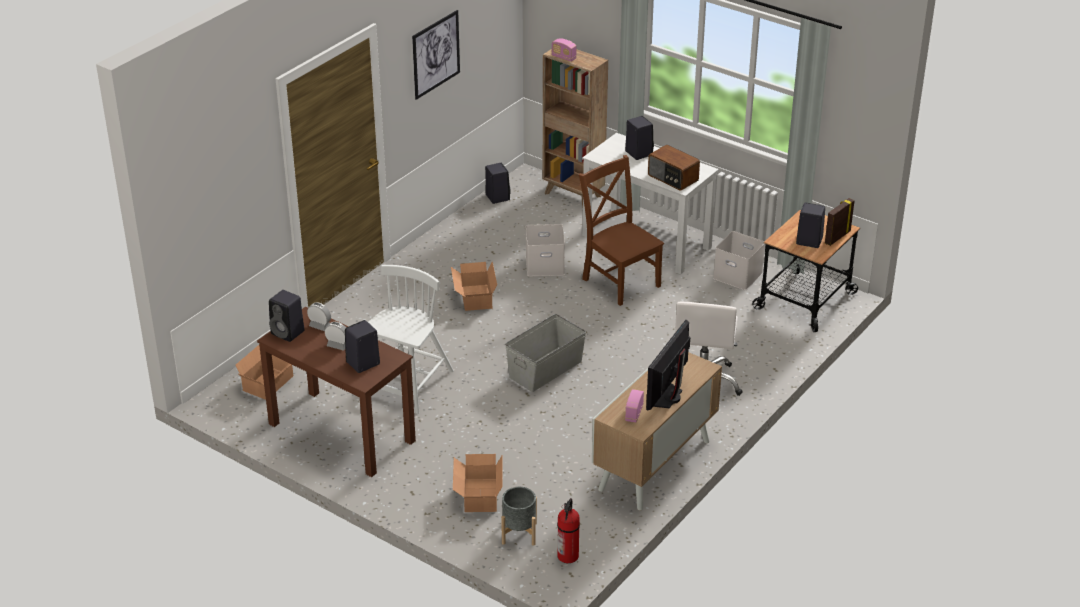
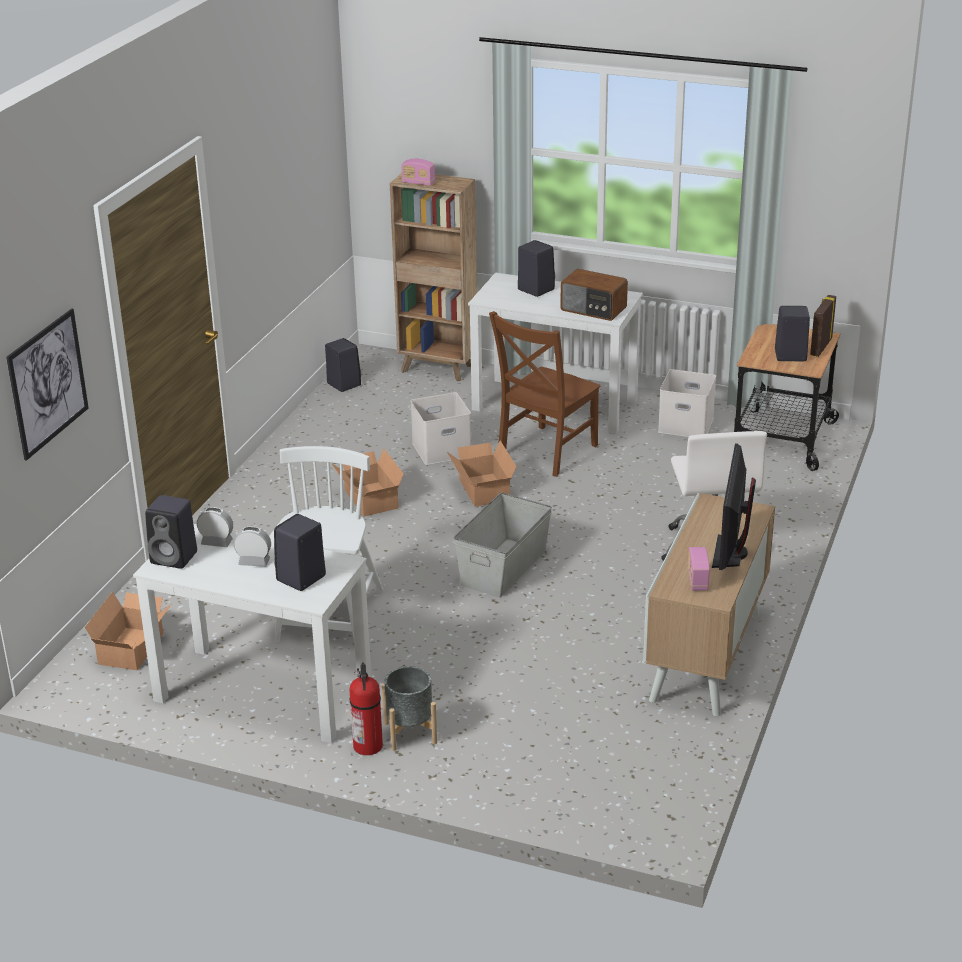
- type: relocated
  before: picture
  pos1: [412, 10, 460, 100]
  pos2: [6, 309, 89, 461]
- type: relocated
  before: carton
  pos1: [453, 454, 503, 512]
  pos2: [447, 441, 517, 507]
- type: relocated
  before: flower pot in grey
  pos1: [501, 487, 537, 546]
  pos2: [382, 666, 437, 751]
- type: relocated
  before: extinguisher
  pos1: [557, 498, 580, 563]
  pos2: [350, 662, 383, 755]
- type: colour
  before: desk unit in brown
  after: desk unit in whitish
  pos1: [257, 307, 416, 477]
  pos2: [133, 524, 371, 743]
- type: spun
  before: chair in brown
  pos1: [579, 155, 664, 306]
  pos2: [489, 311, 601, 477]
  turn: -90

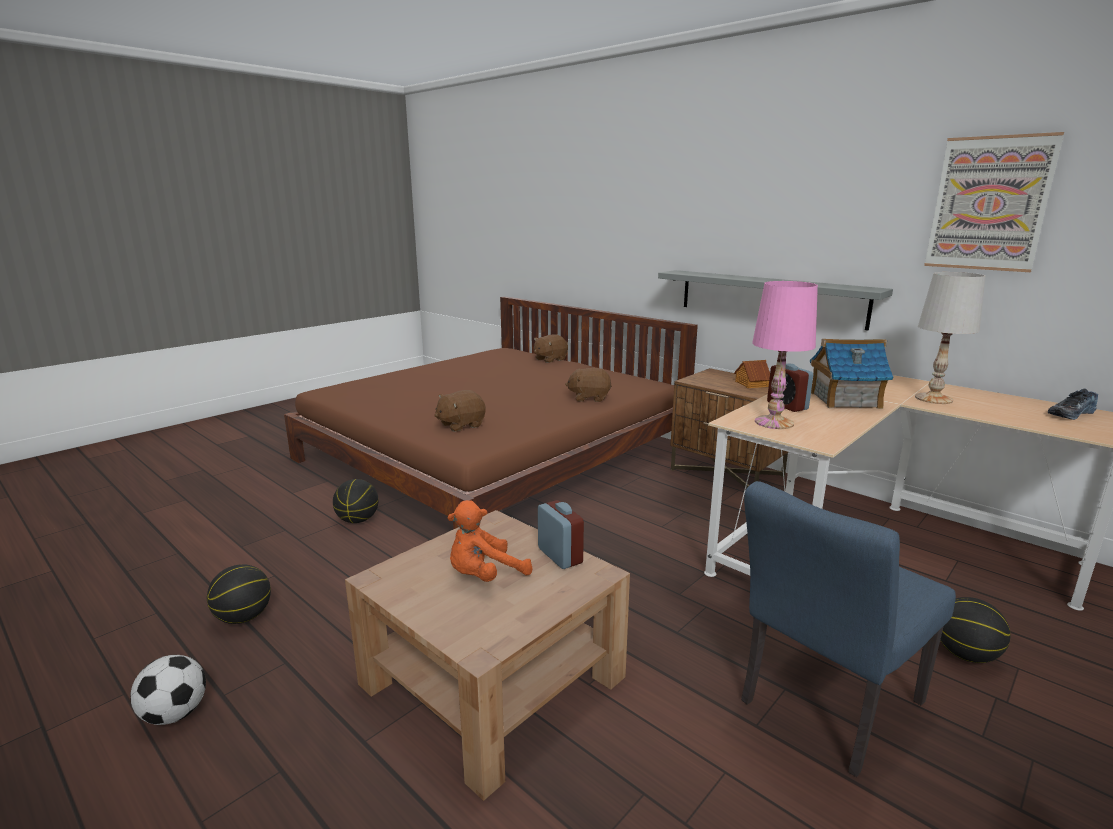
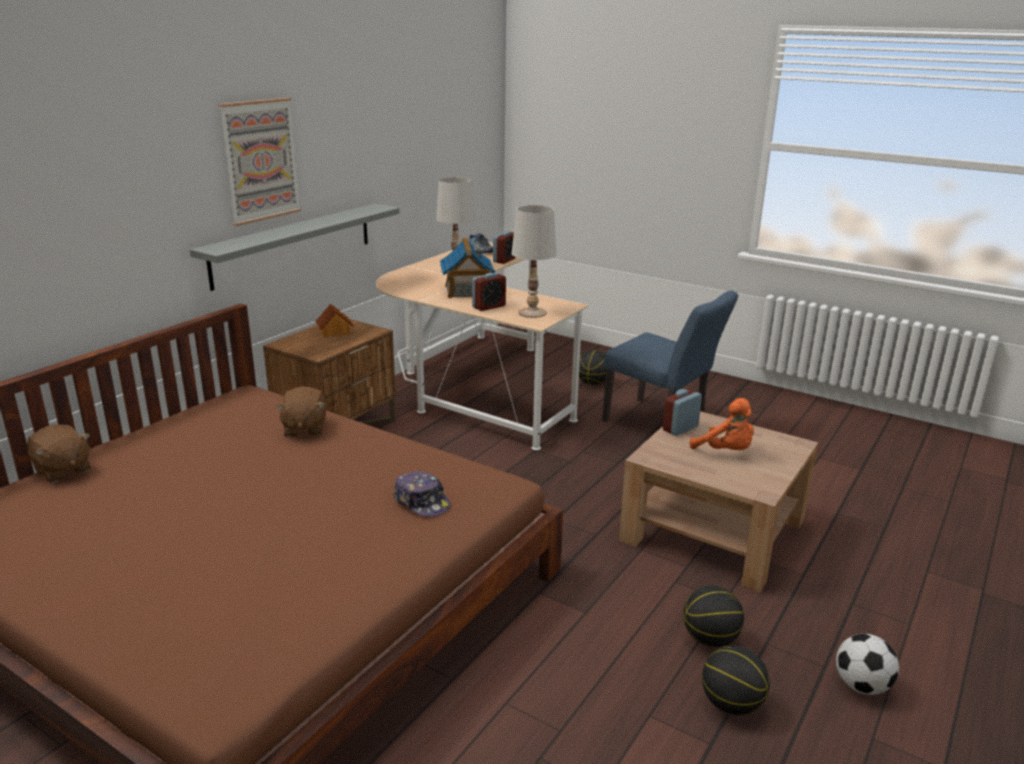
- type: appeared
  after: bedside clock
  pos2: [493, 231, 516, 264]
- type: relocated
  before: ball for basketball
  pos1: [333, 479, 379, 523]
  pos2: [683, 585, 744, 647]
- type: relocated
  before: picture
  pos1: [924, 132, 1064, 272]
  pos2: [219, 98, 301, 226]
- type: exchanged
  before: plush toy in brown
  after: baseball cap
  pos1: [434, 390, 486, 432]
  pos2: [393, 471, 451, 517]
- type: colour
  before: table lamp in pink-coloured
  after: table lamp in whitish
  pos1: [752, 281, 818, 429]
  pos2: [512, 205, 557, 318]

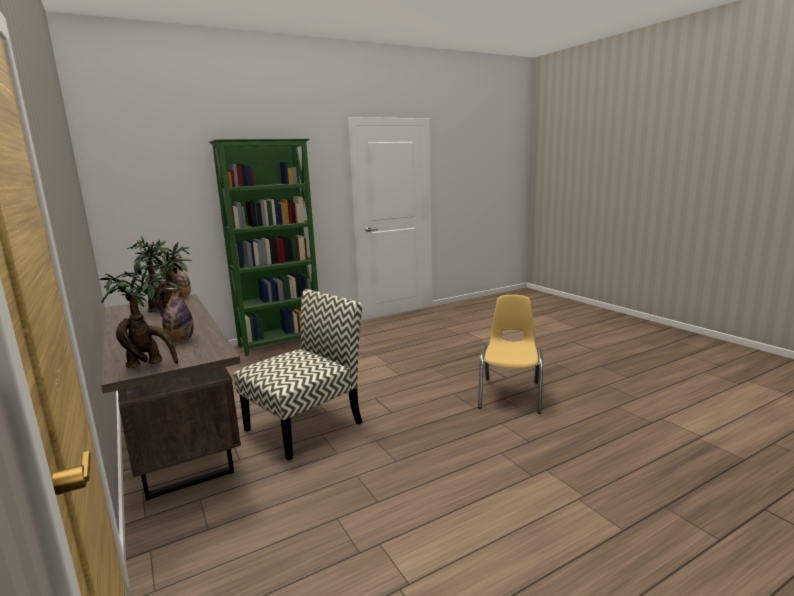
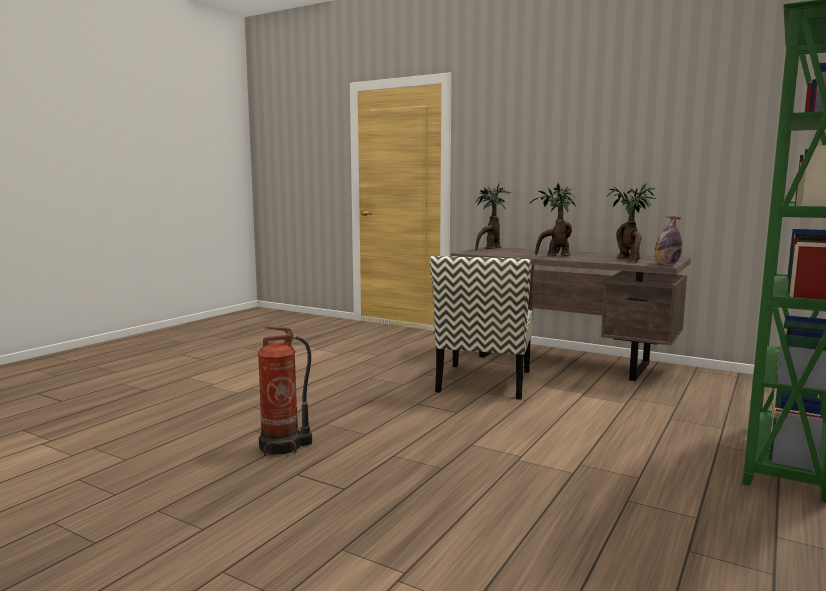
- type: missing
  before: beverage bottle
  pos1: [162, 287, 194, 342]
- type: exchanged
  before: chair in yellow-coloured
  after: extinguisher
  pos1: [478, 295, 543, 414]
  pos2: [258, 326, 312, 456]

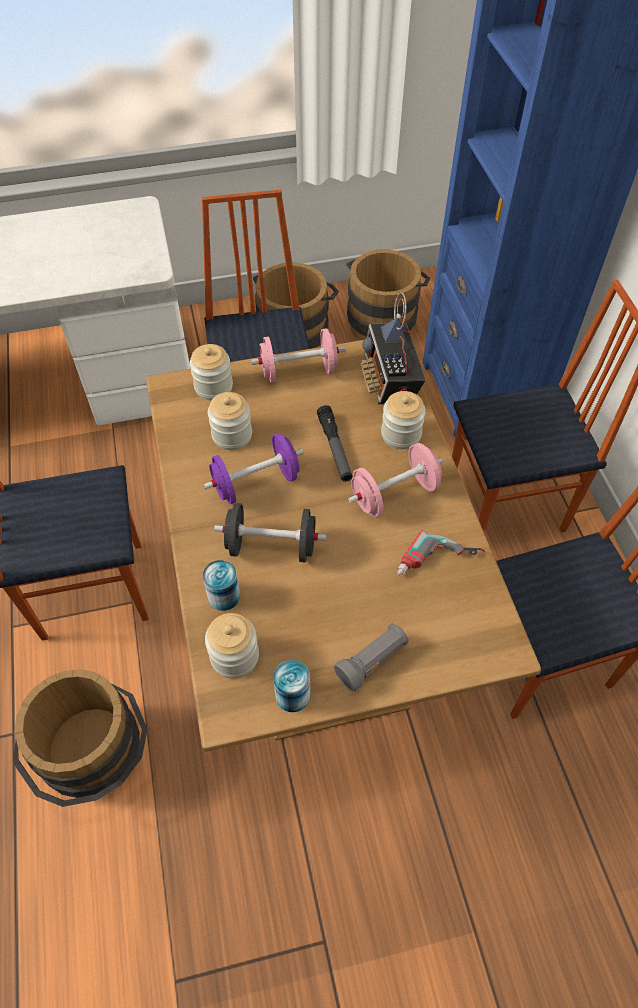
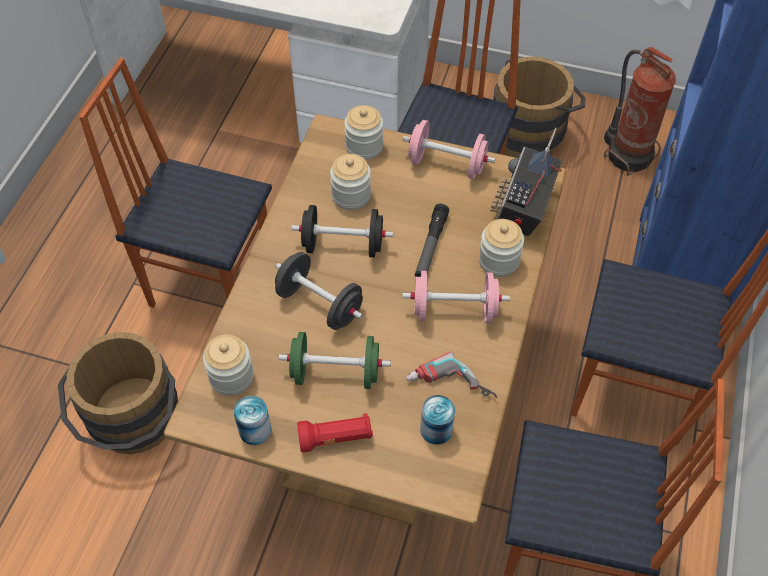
- type: appeared
  after: dumbbell in greenish
  pos2: [279, 332, 391, 389]
- type: relocated
  before: can
  pos1: [202, 560, 240, 611]
  pos2: [420, 395, 455, 445]
- type: exchanged
  before: pail in brown
  after: extinguisher
  pos1: [346, 249, 430, 340]
  pos2: [604, 47, 676, 176]
- type: colour
  before: dumbbell in purplish
  after: dumbbell in blackish
  pos1: [203, 433, 304, 504]
  pos2: [291, 205, 393, 257]
- type: colour
  before: torch in grey
  after: torch in red-coloured
  pos1: [334, 623, 409, 691]
  pos2: [297, 413, 373, 452]

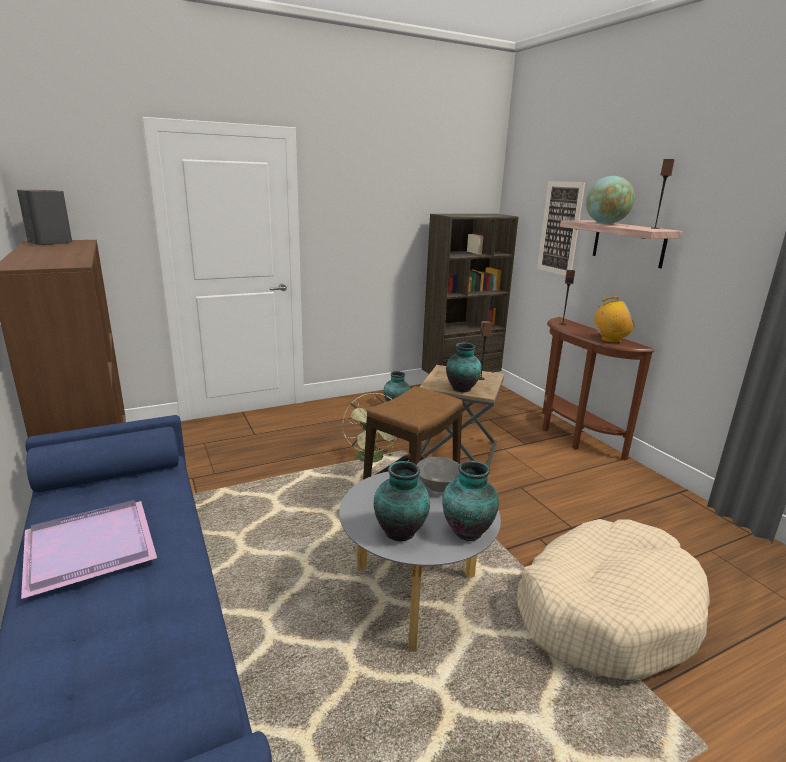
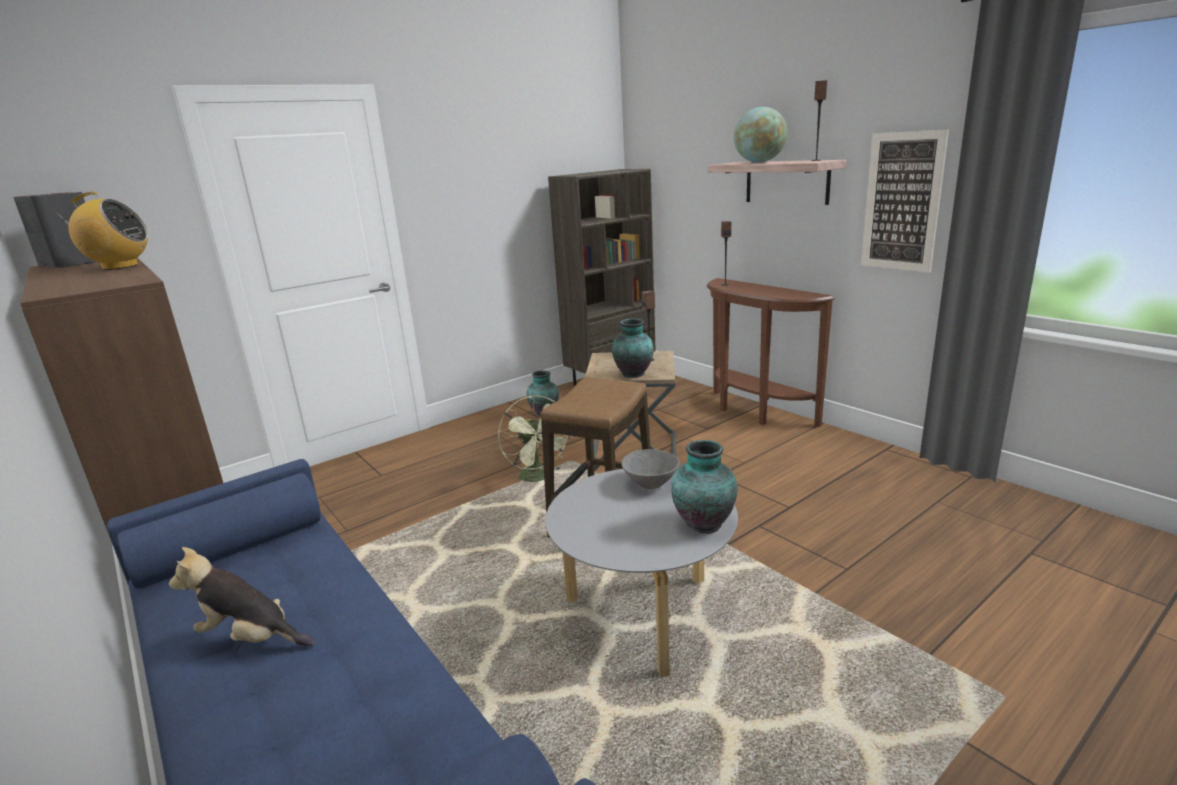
- type: missing
  before: flower vase
  pos1: [374, 461, 430, 541]
- type: missing
  before: pet bed in beige-coloured
  pos1: [517, 519, 710, 680]
- type: relocated
  before: picture
  pos1: [537, 181, 585, 276]
  pos2: [861, 130, 949, 273]
- type: relocated
  before: radio receiver
  pos1: [594, 296, 635, 343]
  pos2: [54, 192, 149, 270]
- type: exchanged
  before: tray in purplish
  after: plush toy
  pos1: [21, 500, 157, 599]
  pos2: [169, 547, 316, 646]

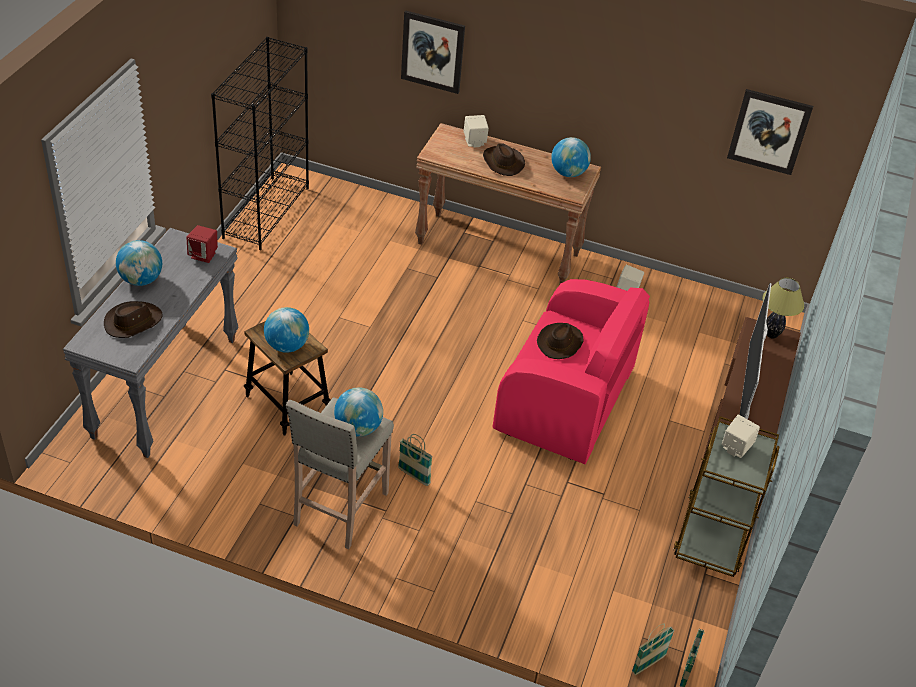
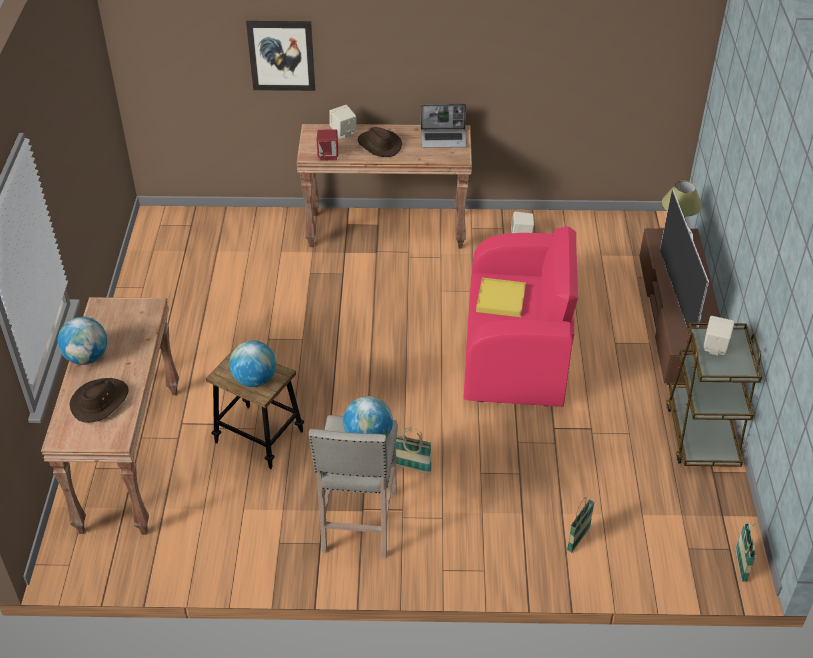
- type: missing
  before: bookshelf in blackish
  pos1: [211, 37, 309, 250]
- type: missing
  before: picture
  pos1: [727, 89, 813, 175]
- type: relocated
  before: loudspeaker in red-coloured
  pos1: [186, 225, 218, 263]
  pos2: [317, 129, 338, 161]
- type: relocated
  before: storage basket
  pos1: [632, 623, 675, 675]
  pos2: [567, 497, 595, 553]
- type: exchanged
  before: hat in brown
  after: tray in yellow-coloured
  pos1: [537, 323, 584, 359]
  pos2: [476, 278, 526, 317]
- type: exchanged
  before: desk globe
  after: notebook computer
  pos1: [551, 137, 591, 177]
  pos2: [421, 104, 467, 148]
- type: colour
  before: narrow table in grey
  after: narrow table in brown
  pos1: [63, 228, 238, 458]
  pos2: [41, 297, 179, 535]

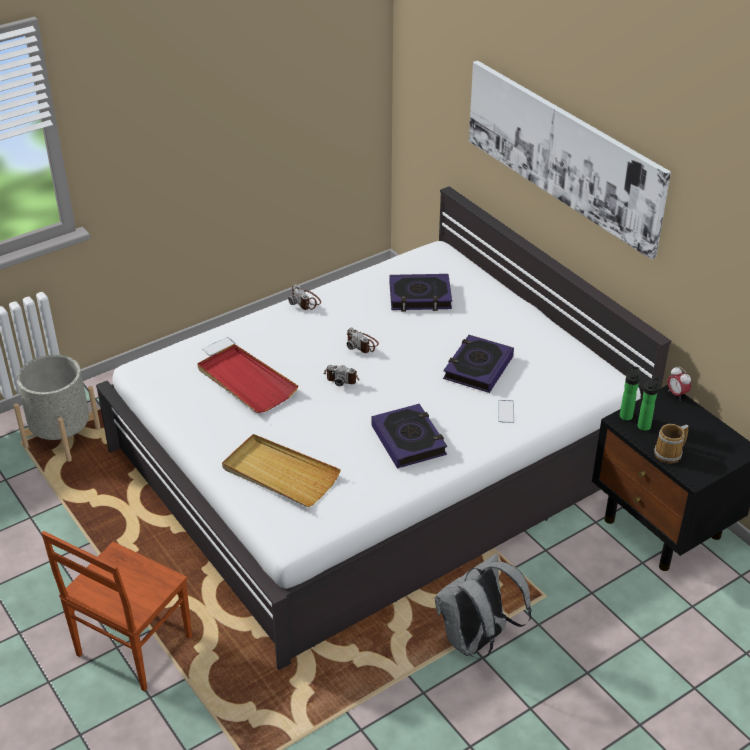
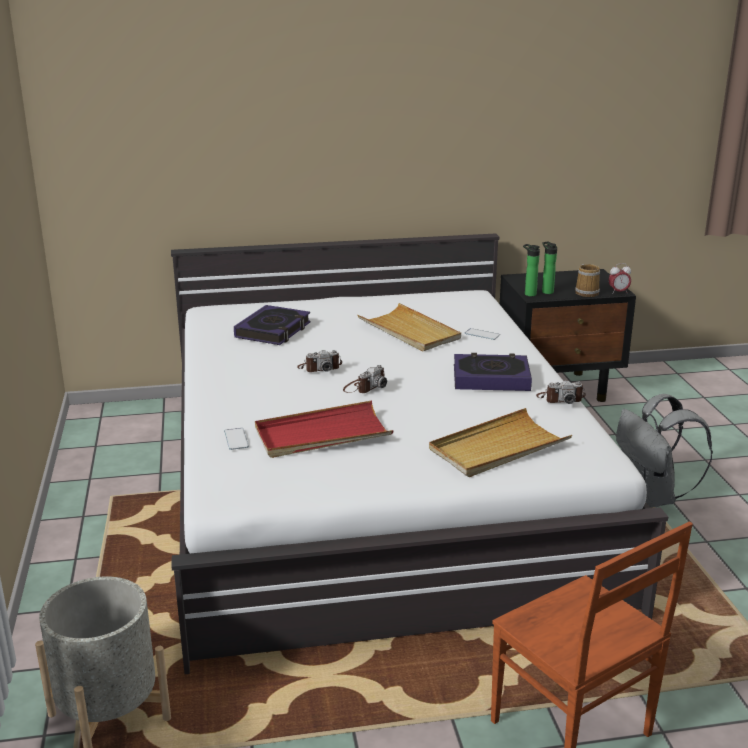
- type: missing
  before: picture
  pos1: [469, 61, 671, 260]
- type: relocated
  before: photo camera
  pos1: [288, 284, 321, 310]
  pos2: [536, 380, 586, 404]
- type: relocated
  before: bedside clock
  pos1: [667, 366, 691, 398]
  pos2: [608, 263, 631, 294]
- type: exchanged
  before: bound book
  after: tray in beige-coloured
  pos1: [443, 335, 514, 393]
  pos2: [358, 303, 461, 352]

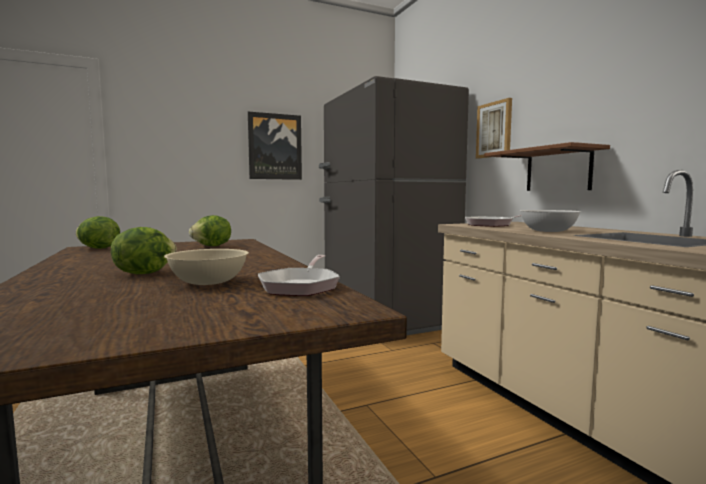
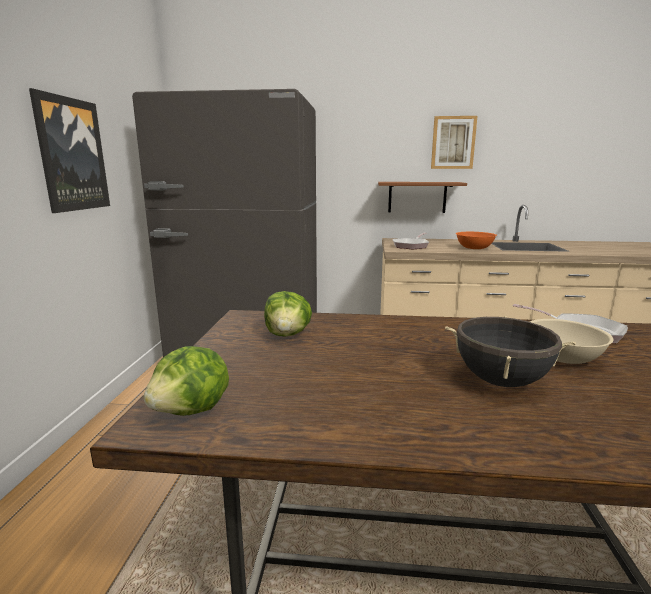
- type: relocated
  before: picture
  pos1: [476, 98, 512, 158]
  pos2: [431, 116, 478, 169]
- type: exchanged
  before: lettuce head
  after: stockpot in blackish
  pos1: [111, 227, 177, 274]
  pos2: [445, 316, 576, 387]
- type: colour
  before: serving bowl in whitish
  after: serving bowl in orange
  pos1: [519, 210, 581, 232]
  pos2: [456, 232, 497, 249]

